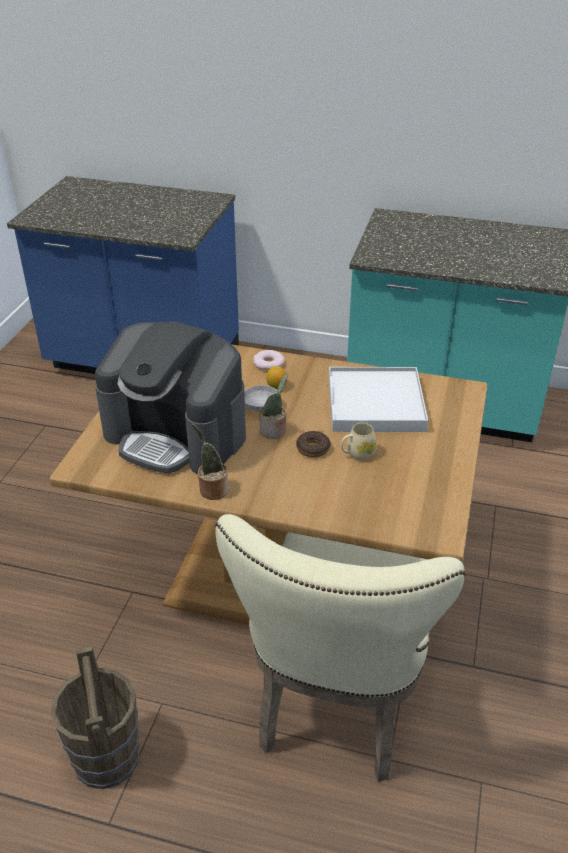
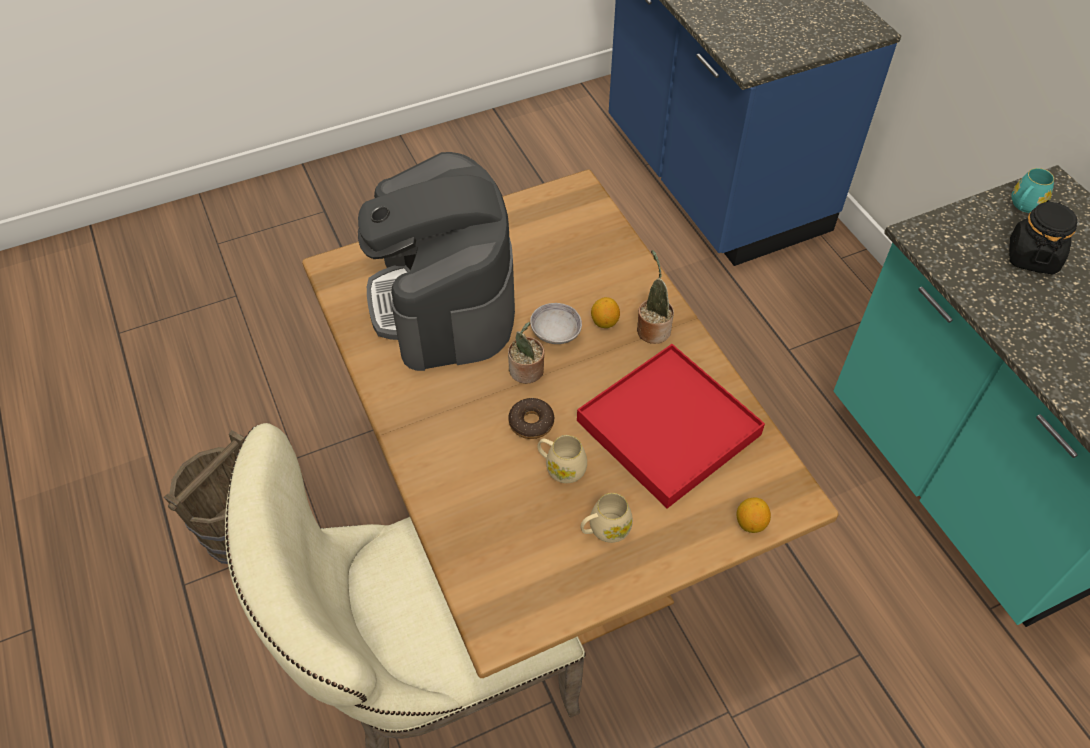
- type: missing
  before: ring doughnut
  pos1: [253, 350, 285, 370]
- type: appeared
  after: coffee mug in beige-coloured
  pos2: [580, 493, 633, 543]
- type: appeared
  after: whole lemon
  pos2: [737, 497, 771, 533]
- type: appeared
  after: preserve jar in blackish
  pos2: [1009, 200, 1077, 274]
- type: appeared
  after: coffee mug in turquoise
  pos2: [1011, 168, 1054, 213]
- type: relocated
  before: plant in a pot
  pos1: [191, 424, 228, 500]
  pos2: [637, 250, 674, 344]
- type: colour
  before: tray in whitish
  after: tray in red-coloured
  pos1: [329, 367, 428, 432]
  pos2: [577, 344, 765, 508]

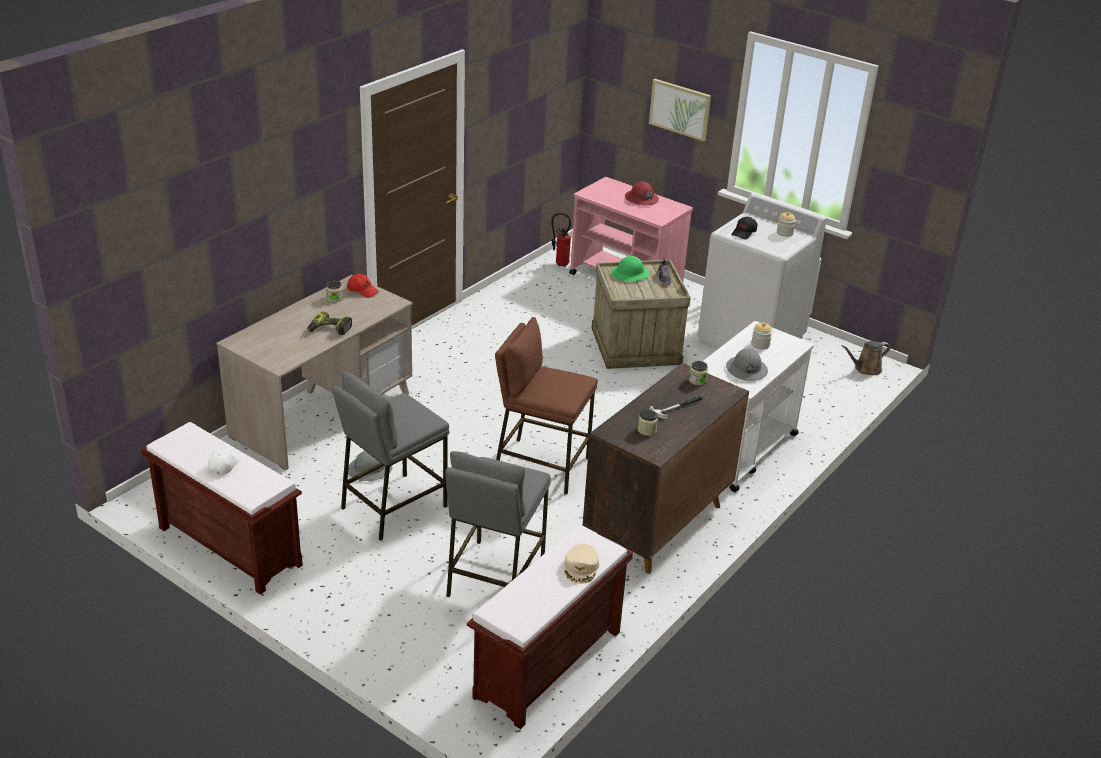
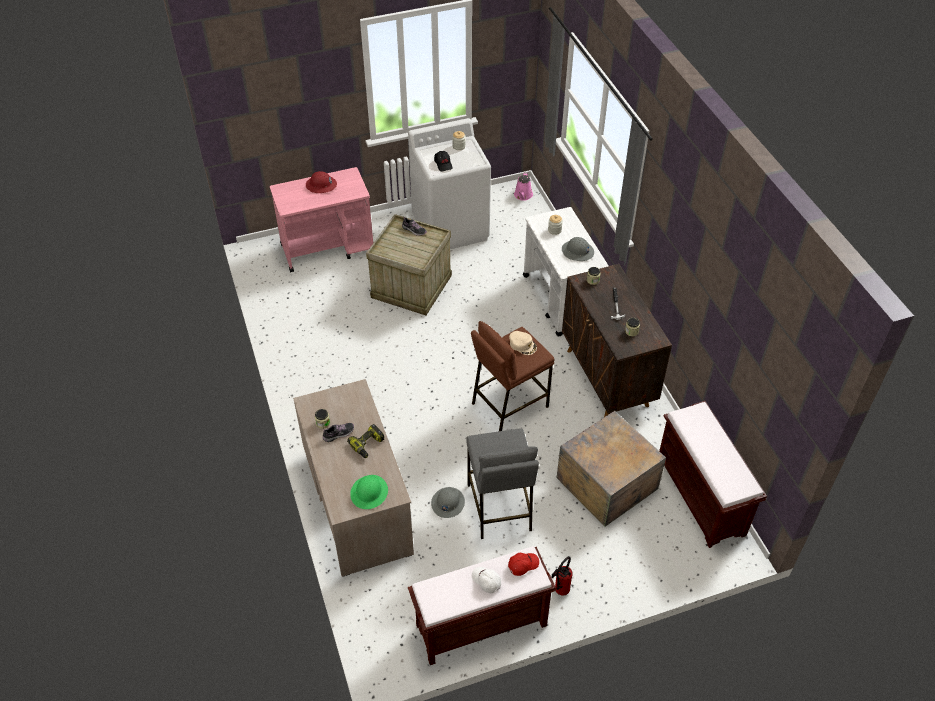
- type: missing
  before: picture
  pos1: [649, 79, 711, 141]
- type: appeared
  after: item of footwear
  pos2: [323, 423, 354, 442]
- type: relocated
  before: baseball cap in red-coloured
  pos1: [347, 274, 379, 298]
  pos2: [508, 553, 539, 576]
- type: relocated
  before: extinguisher
  pos1: [551, 213, 571, 267]
  pos2: [552, 556, 573, 595]
- type: relocated
  before: baseball cap in beige-coloured
  pos1: [564, 544, 600, 584]
  pos2: [509, 331, 537, 355]
- type: relocated
  before: safety helmet in greenish
  pos1: [611, 256, 650, 282]
  pos2: [350, 475, 388, 509]
- type: exchanged
  before: stool seat in grey
  after: shipping crate
  pos1: [445, 451, 551, 597]
  pos2: [557, 411, 666, 527]
- type: colour
  before: watering can in brown
  after: watering can in pink-coloured
  pos1: [842, 341, 891, 375]
  pos2: [514, 172, 533, 201]

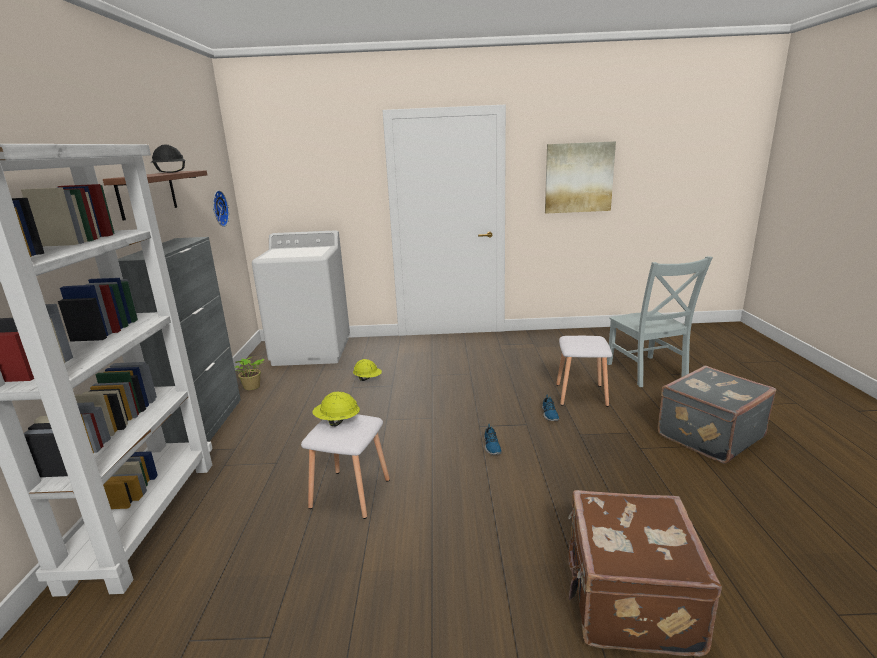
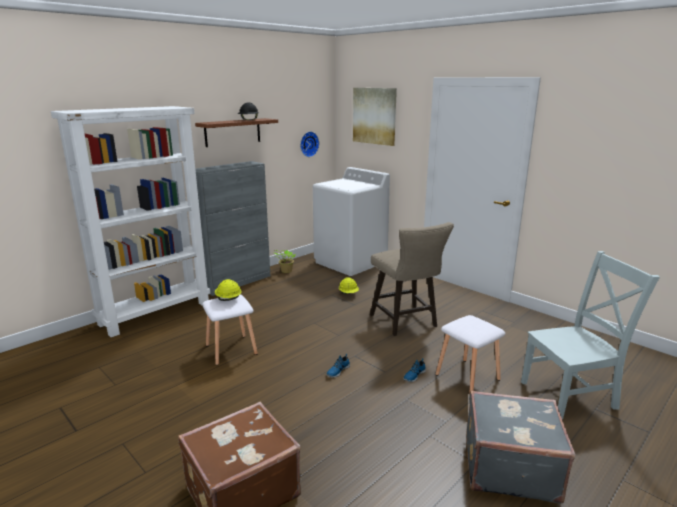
- type: appeared
  after: stool seat in beige-coloured
  pos2: [370, 222, 454, 336]
- type: relocated
  before: picture
  pos1: [545, 141, 616, 213]
  pos2: [353, 88, 397, 146]
- type: spun
  before: chair in grey
  pos1: [607, 256, 713, 387]
  pos2: [521, 251, 660, 419]
  turn: -135

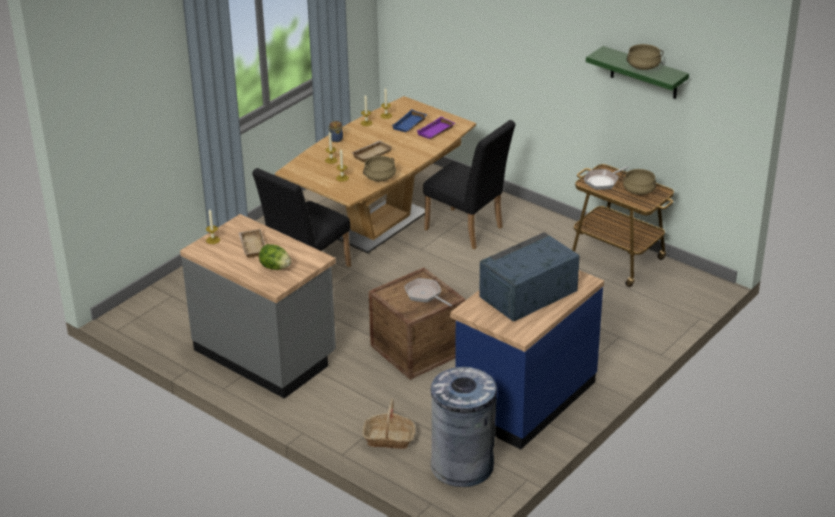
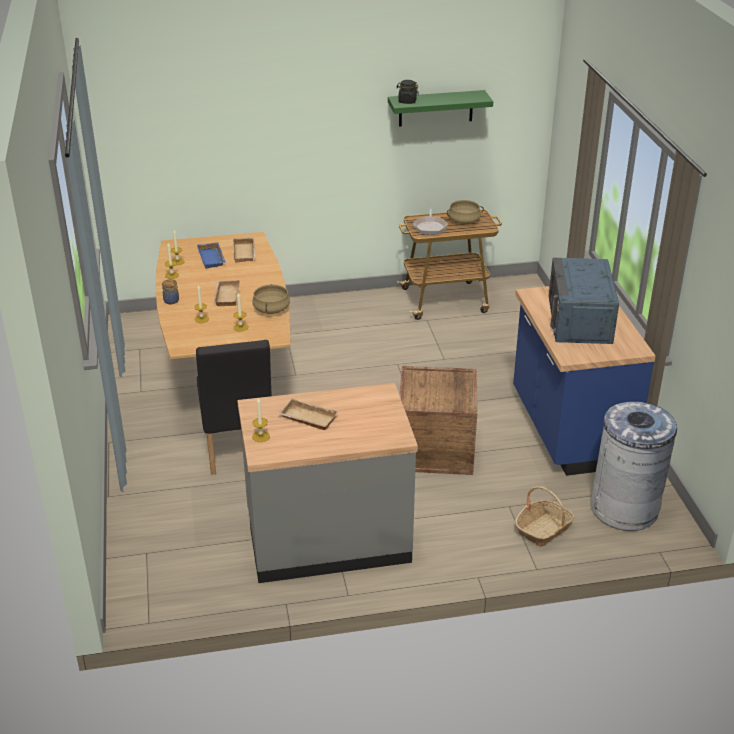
- type: missing
  before: lettuce head
  pos1: [259, 244, 291, 270]
- type: missing
  before: pan
  pos1: [404, 278, 452, 307]
- type: missing
  before: chair in blackish
  pos1: [423, 120, 516, 249]
- type: missing
  before: stockpot in beige-coloured
  pos1: [627, 44, 664, 70]
- type: appeared
  after: preserve jar in blackish
  pos2: [396, 80, 419, 104]
- type: colour
  before: tray in purplish
  after: tray in beige-coloured
  pos1: [417, 116, 455, 139]
  pos2: [233, 238, 256, 263]

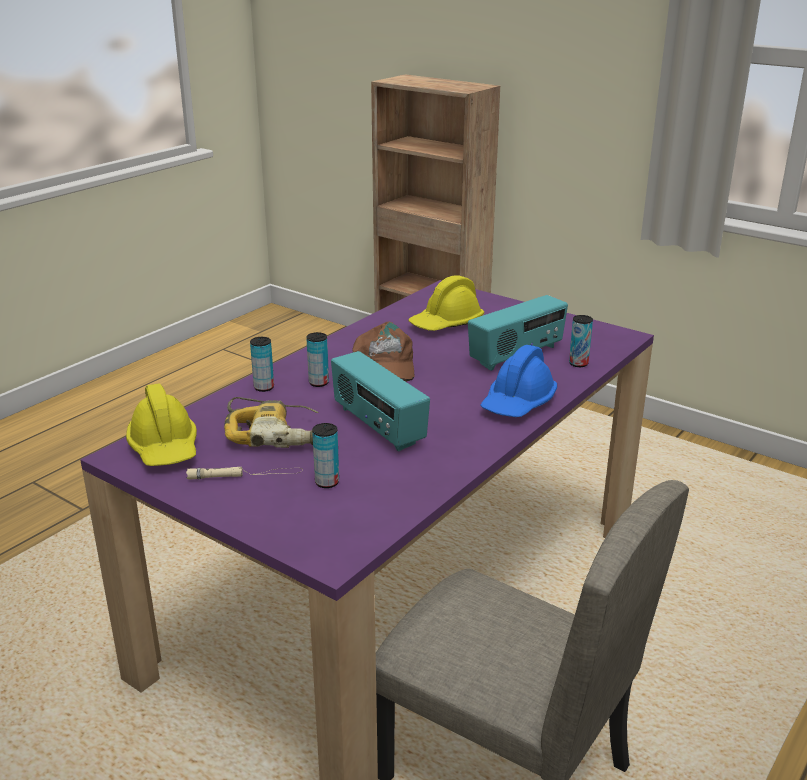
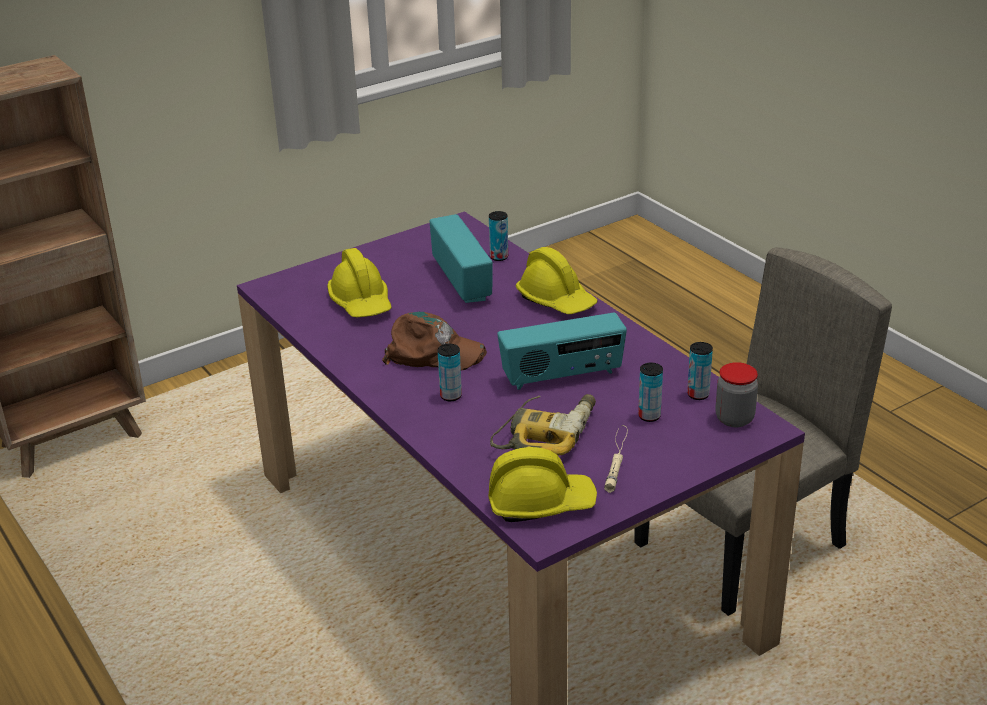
- type: appeared
  after: preserve jar
  pos2: [715, 362, 758, 427]
- type: relocated
  before: can
  pos1: [250, 337, 274, 392]
  pos2: [687, 342, 713, 400]
- type: colour
  before: safety helmet in bluish
  after: safety helmet in yellow-coloured
  pos1: [480, 345, 557, 417]
  pos2: [515, 247, 598, 314]

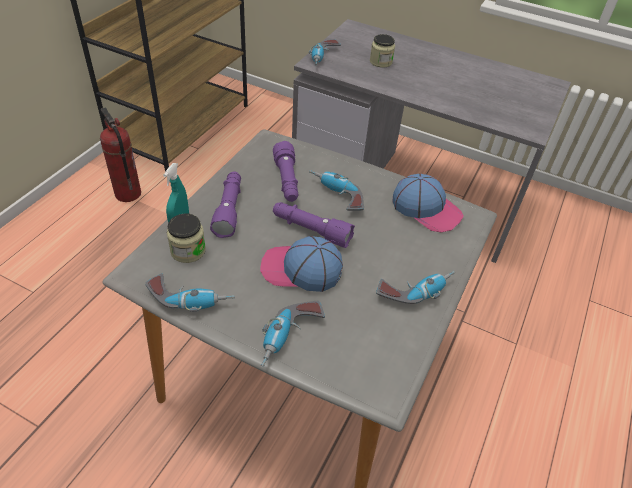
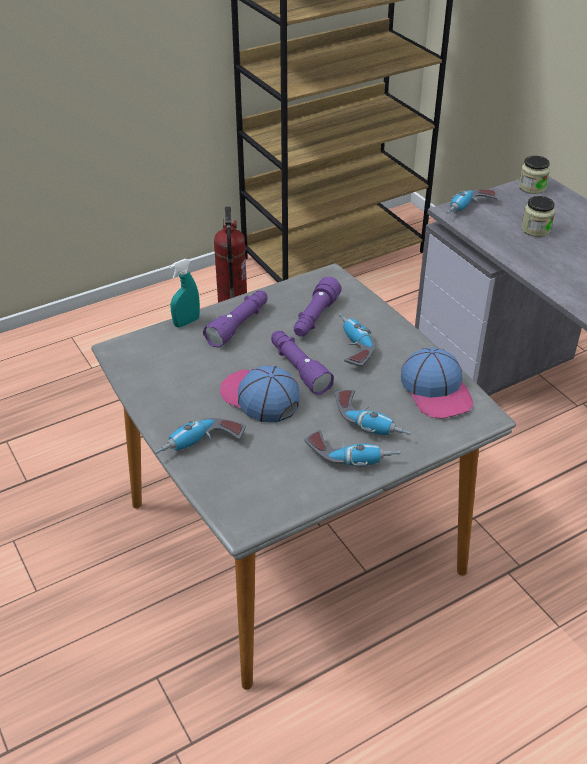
- type: relocated
  before: power drill
  pos1: [145, 273, 235, 312]
  pos2: [335, 390, 411, 435]
- type: relocated
  before: preserve jar
  pos1: [167, 213, 206, 263]
  pos2: [519, 156, 550, 194]

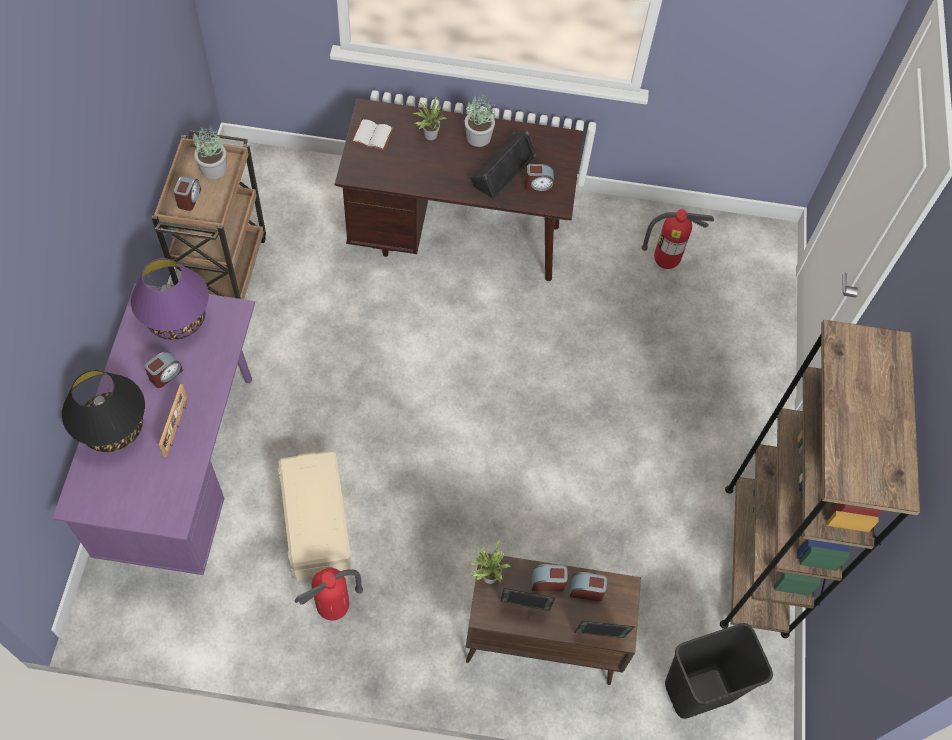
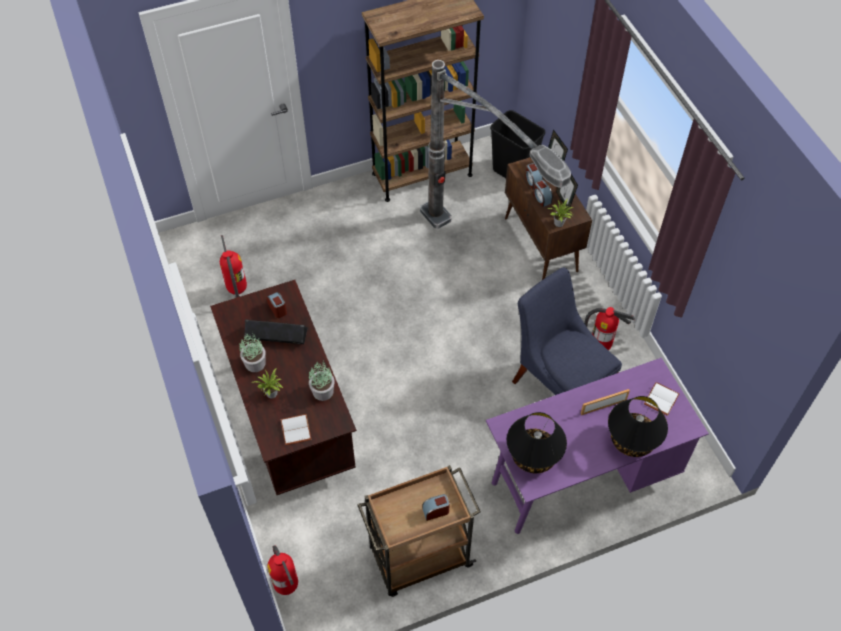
- type: missing
  before: bedside clock
  pos1: [144, 351, 183, 388]
- type: appeared
  after: extinguisher
  pos2: [268, 545, 298, 595]
- type: appeared
  after: standing lamp
  pos2: [420, 60, 571, 229]
- type: appeared
  after: bound book in whitish
  pos2: [644, 382, 680, 416]
- type: relocated
  before: plant in a pot
  pos1: [193, 126, 227, 179]
  pos2: [309, 361, 335, 401]
- type: exchanged
  before: storage box in beige-coloured
  after: chair in bluish
  pos1: [278, 451, 352, 581]
  pos2: [512, 267, 622, 395]
- type: colour
  before: table lamp in purplish
  after: table lamp in blackish
  pos1: [131, 258, 209, 340]
  pos2: [507, 412, 567, 473]

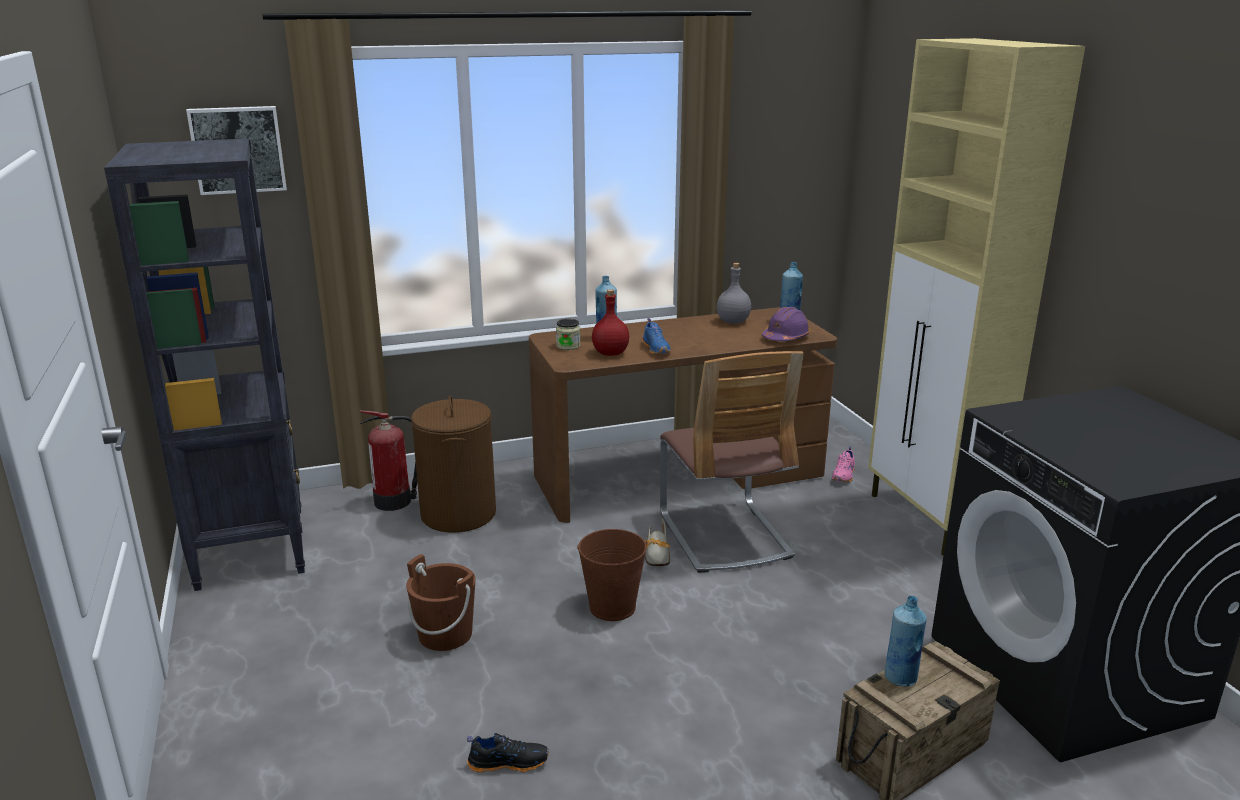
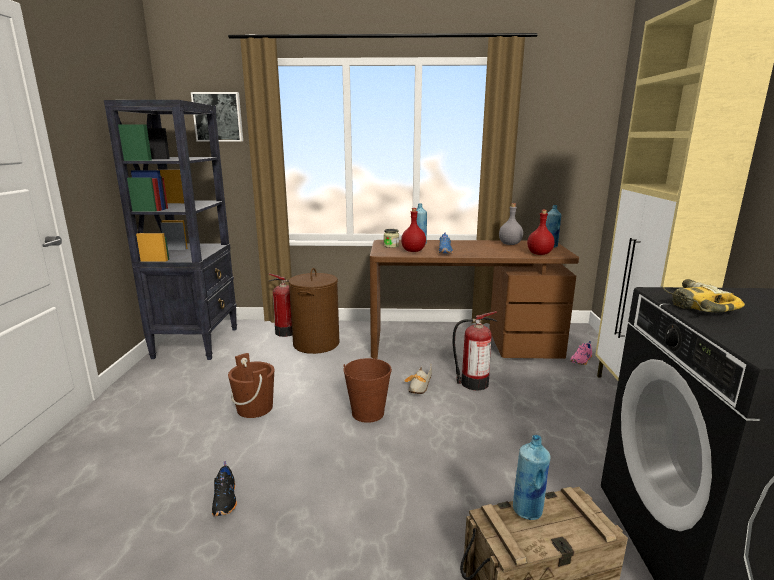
- type: appeared
  after: power drill
  pos2: [660, 279, 745, 313]
- type: exchanged
  before: chair
  after: extinguisher
  pos1: [660, 351, 804, 573]
  pos2: [453, 311, 497, 390]
- type: exchanged
  before: safety helmet in purplish
  after: beverage bottle in red-coloured
  pos1: [762, 307, 810, 341]
  pos2: [527, 210, 555, 255]
- type: spun
  before: item of footwear in blackish
  pos1: [467, 733, 549, 773]
  pos2: [212, 461, 237, 516]
  turn: 60

